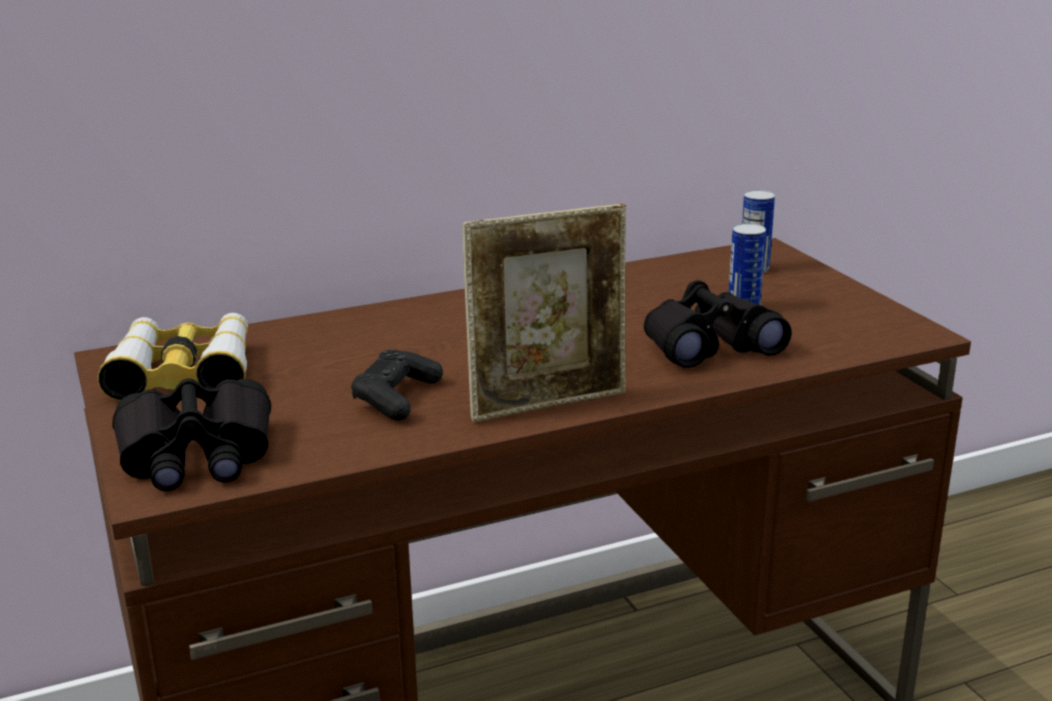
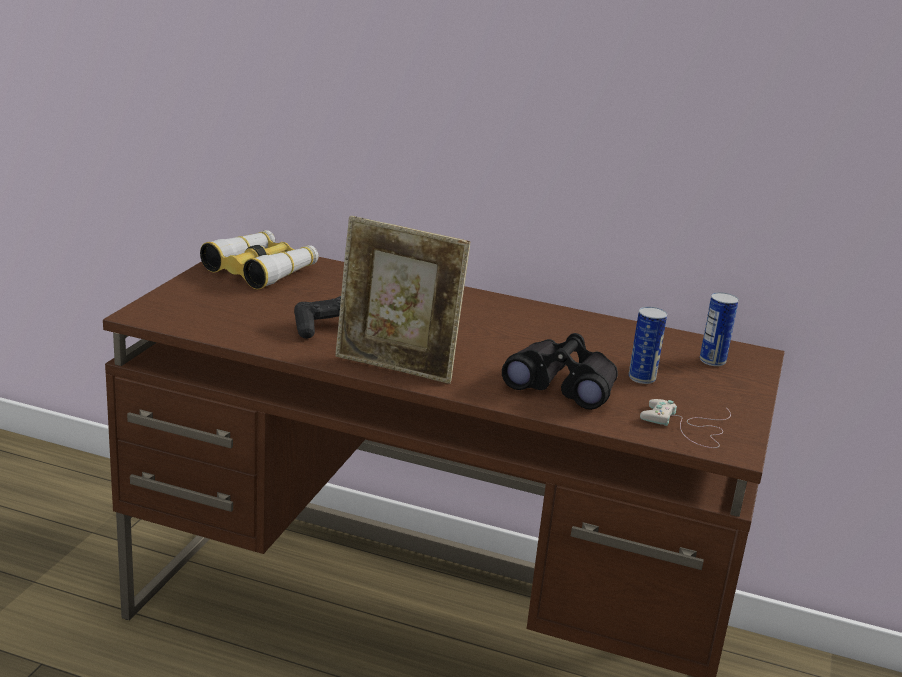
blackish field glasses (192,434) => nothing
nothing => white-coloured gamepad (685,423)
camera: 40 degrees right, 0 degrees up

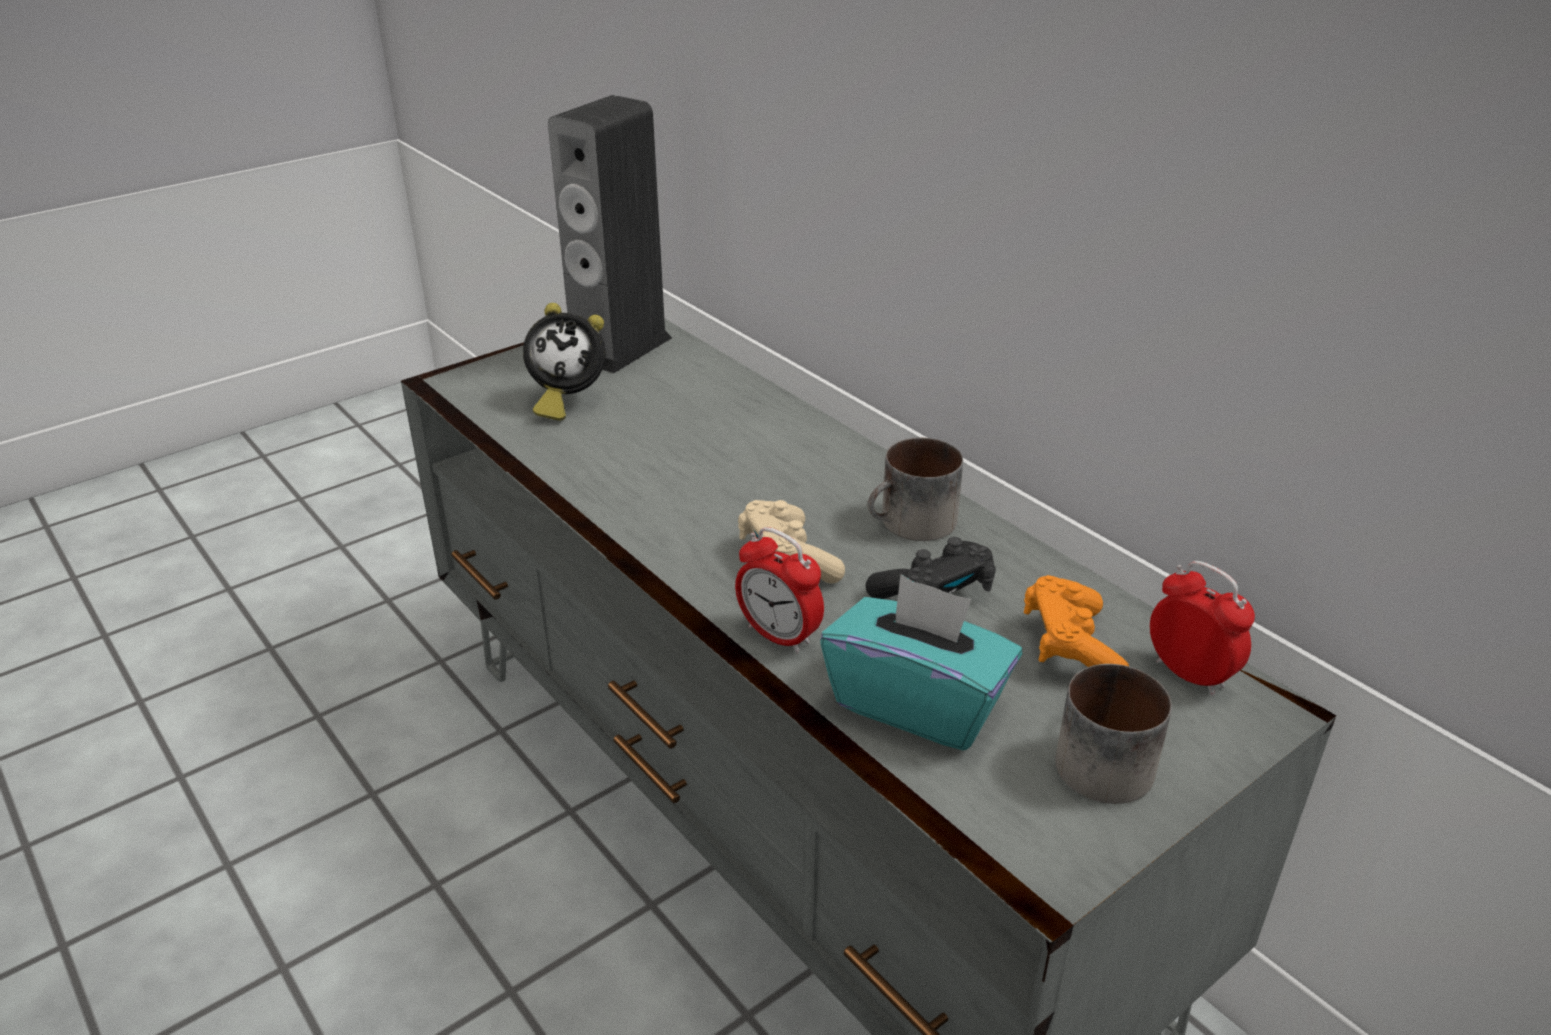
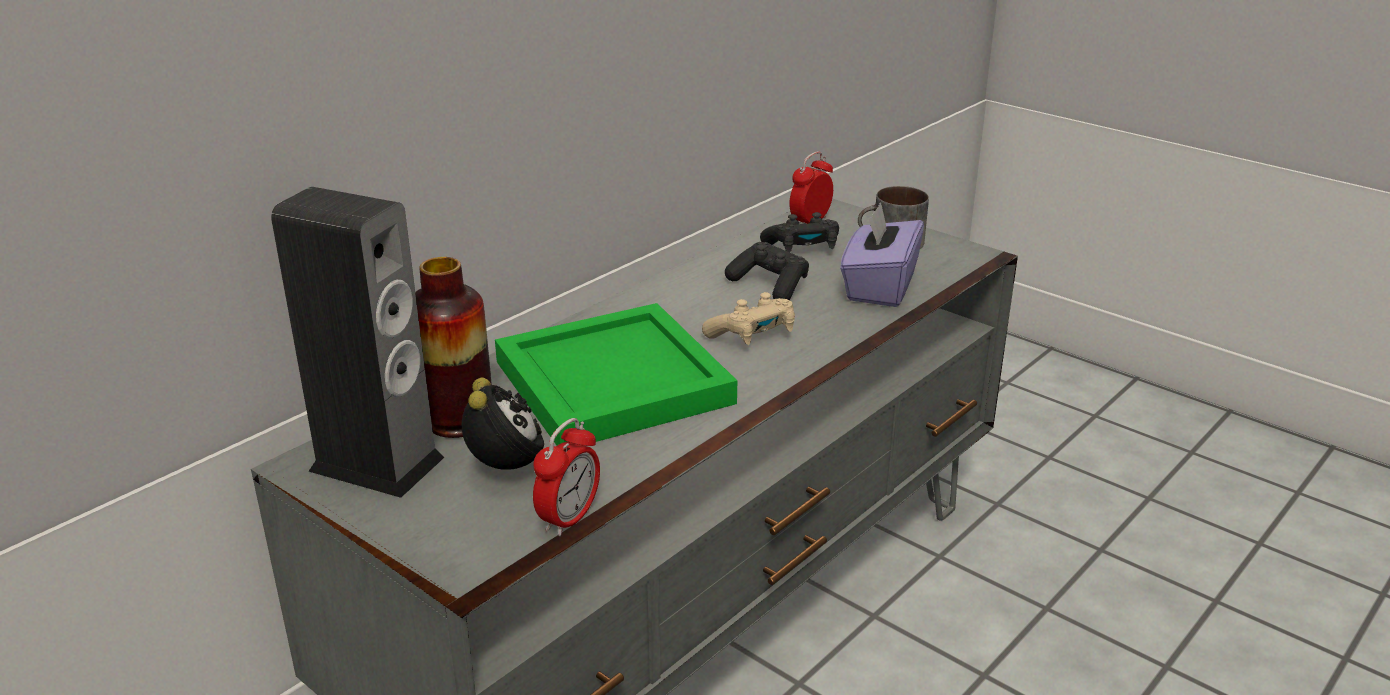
mug (915,489) => nothing
nothing => vase (453,347)
nothing => green-coloured tray (616,374)
bedside clock (779,590) => bedside clock (566,477), moved
turquoise-coloured tissue box (921,662) => purple-coloured tissue box (882,254)
orange-coloured gamepad (1076,621) => blackish gamepad (799,232)
camera: 100 degrees left, 5 degrees down

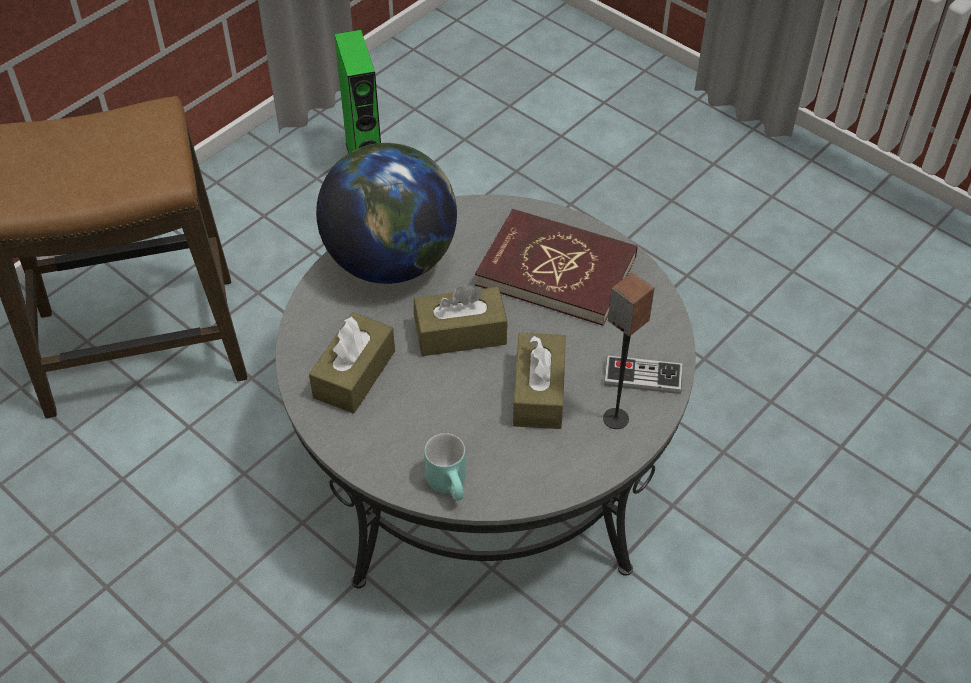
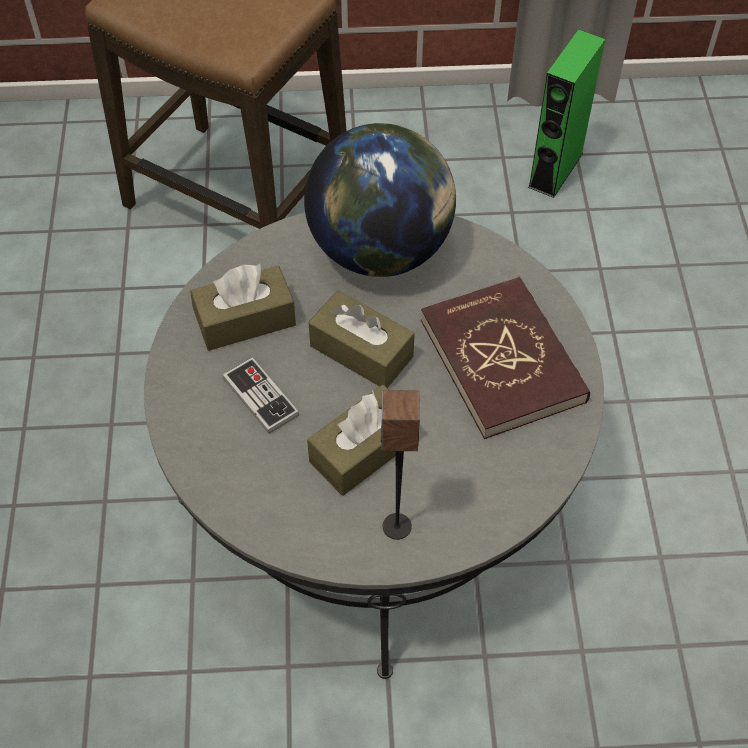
turquoise-coloured mug (445,467) => nothing
gamepad (643,374) => gamepad (260,395), moved
camera: 45 degrees right, 5 degrees up

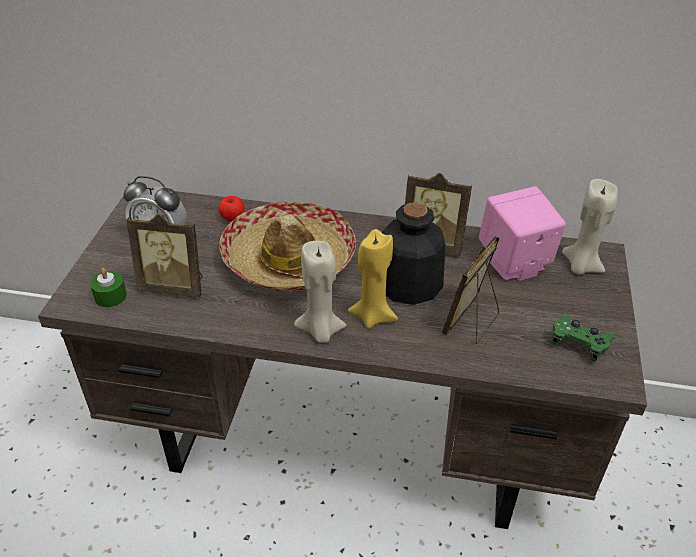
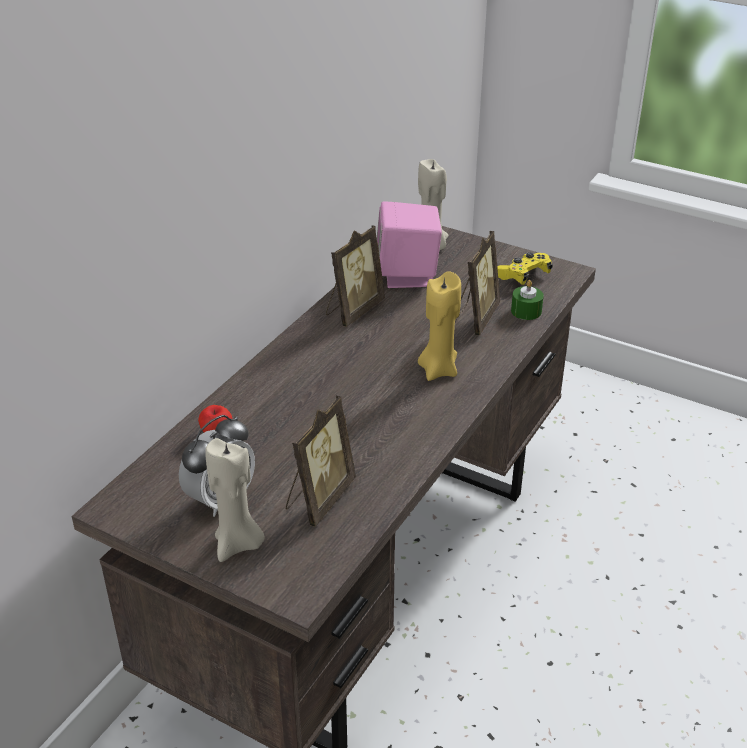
hat (287,246) => nothing
bottle (413,253) => nothing
green-coloured wax light (108,287) => green-coloured wax light (527,300), moved
sand-coloured wax light (320,292) => sand-coloured wax light (235,500), moved
green-coloured gamepad (583,338) => yellowish gamepad (525,268)
standing frame (471,290) => standing frame (477,283), 120 degrees counterclockwise
camera: 70 degrees left, 5 degrees down

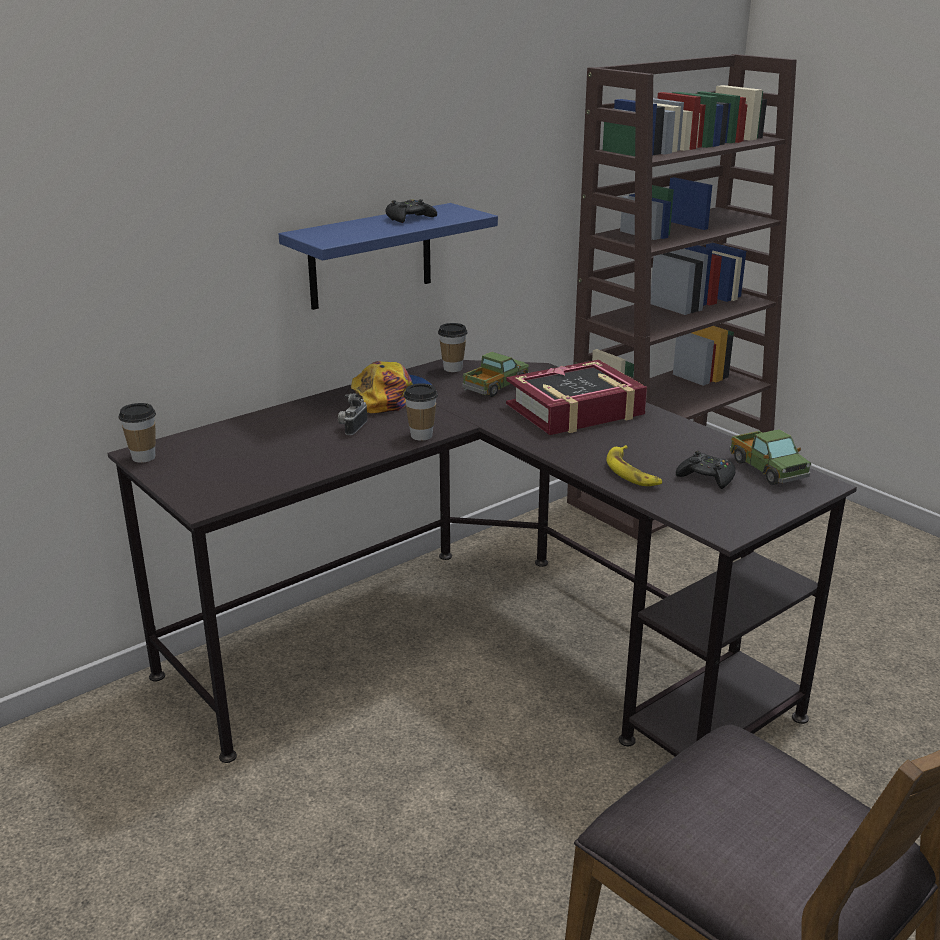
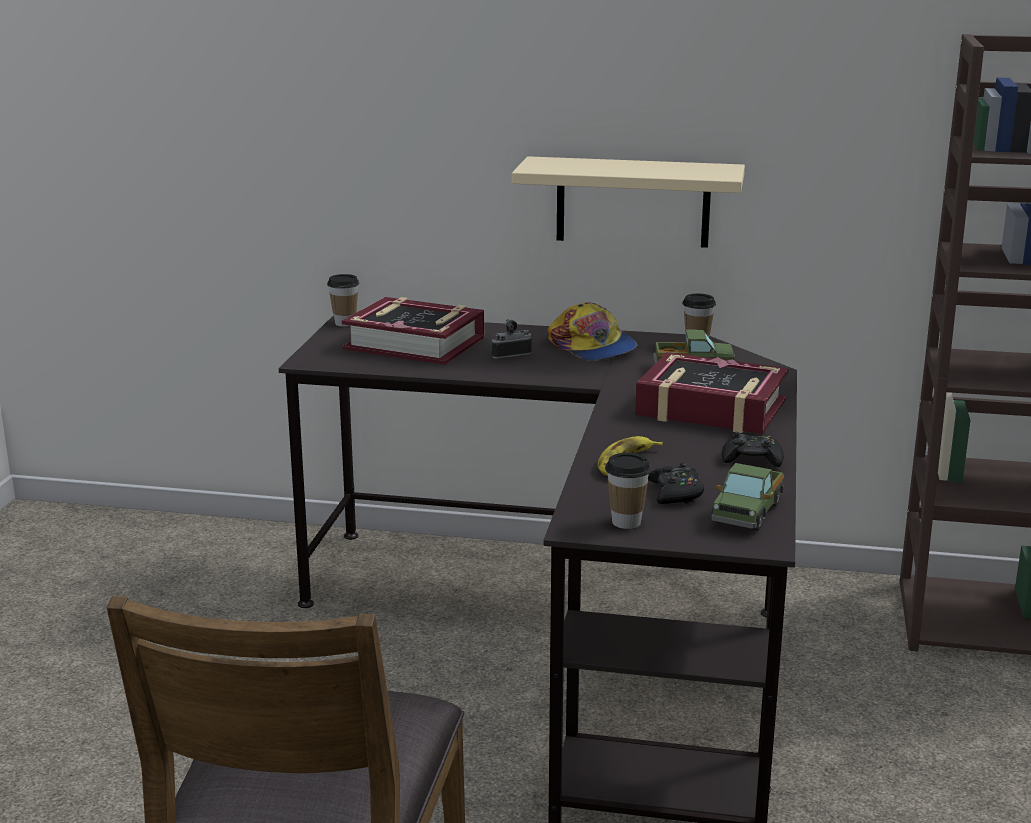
nothing => book (413,331)
blackish gamepad (411,211) => blackish gamepad (753,449), moved
cup (420,412) => cup (628,491), moved
blue shelf (388,256) => sand-coloured shelf (628,202)
cap (392,387) => cap (592,331), 45 degrees clockwise
camera: 50 degrees right, 5 degrees down

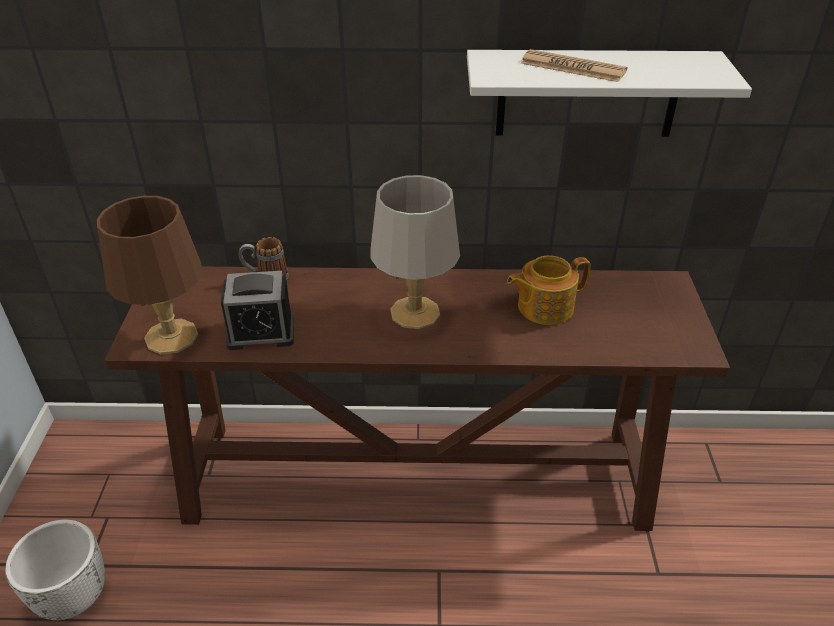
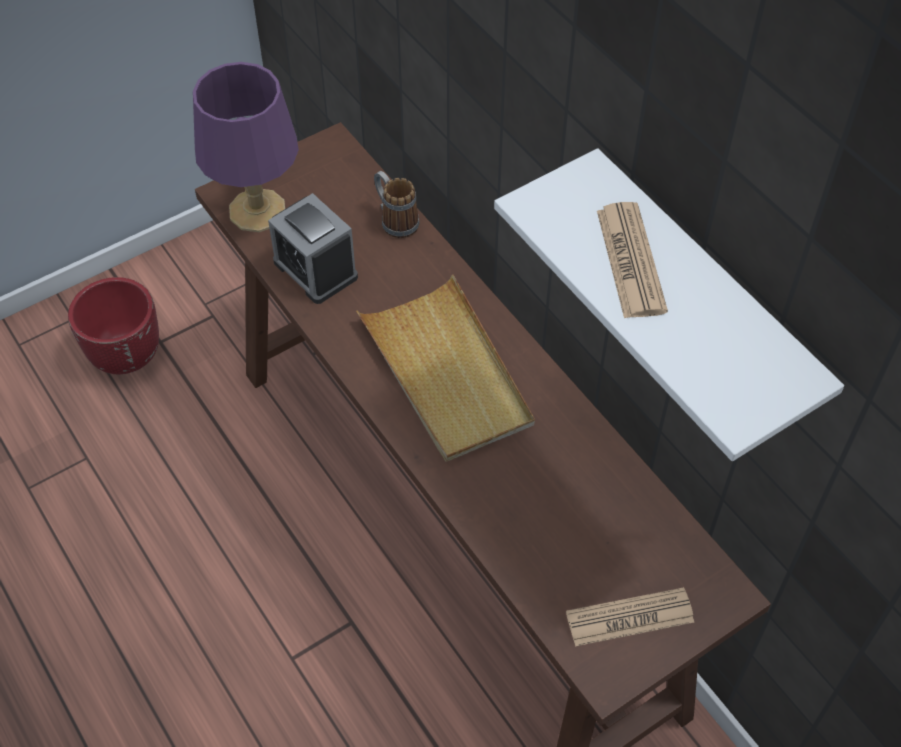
teapot (549,290) => nothing
nothing => newspaper (630,616)
greyish tabletop lamp (415,252) => sand-coloured tray (445,368)
white-coloured planter (55,569) => red-coloured planter (113,325)
brown-coloured tabletop lamp (150,275) => purple-coloured tabletop lamp (246,147)
camera: 55 degrees right, 15 degrees up

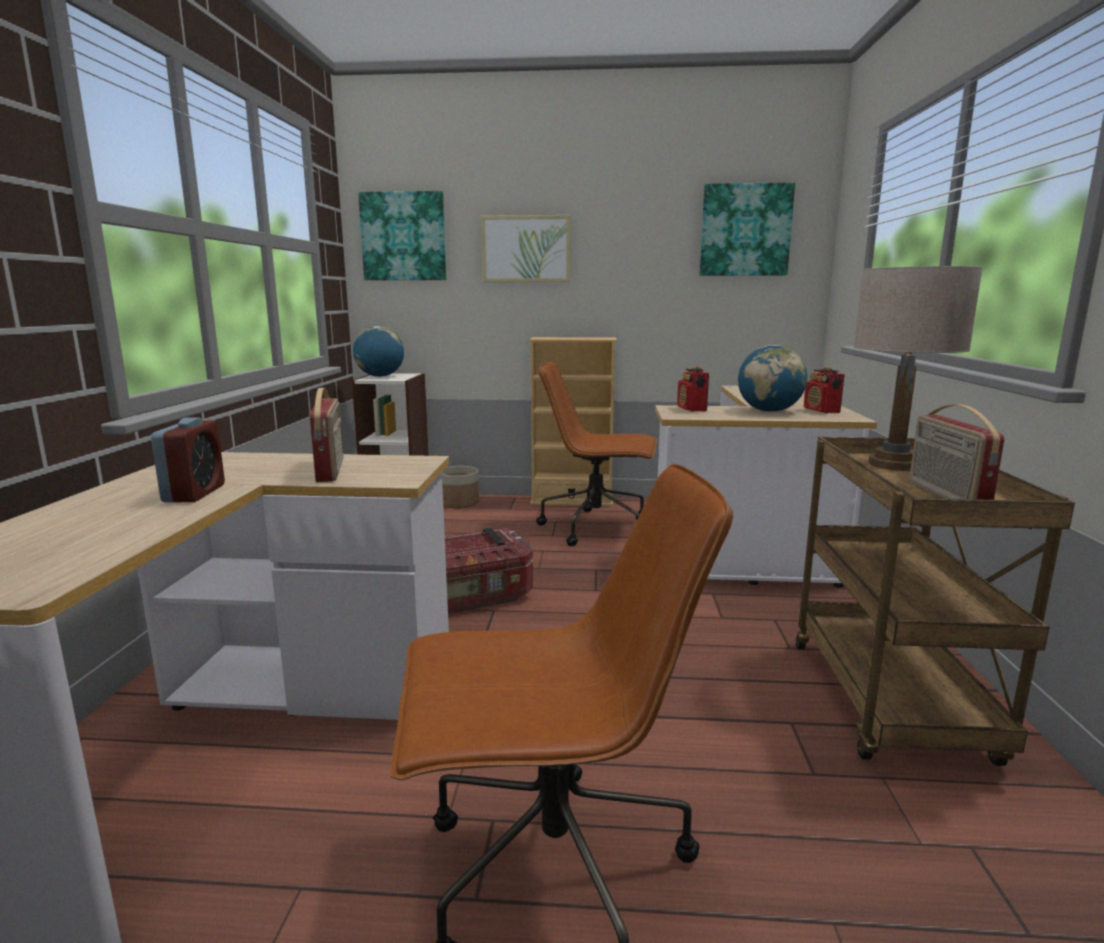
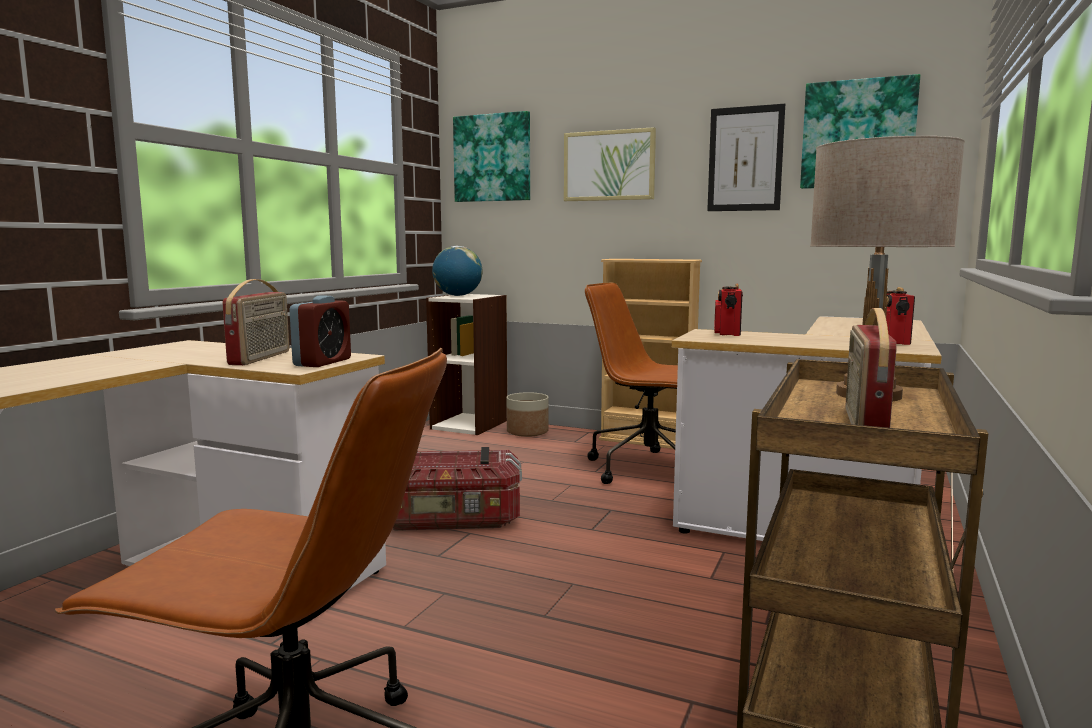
globe (772,378) => nothing
nothing => wall art (746,157)
bedside clock (188,460) => bedside clock (320,331), moved
camera: 20 degrees right, 5 degrees down

